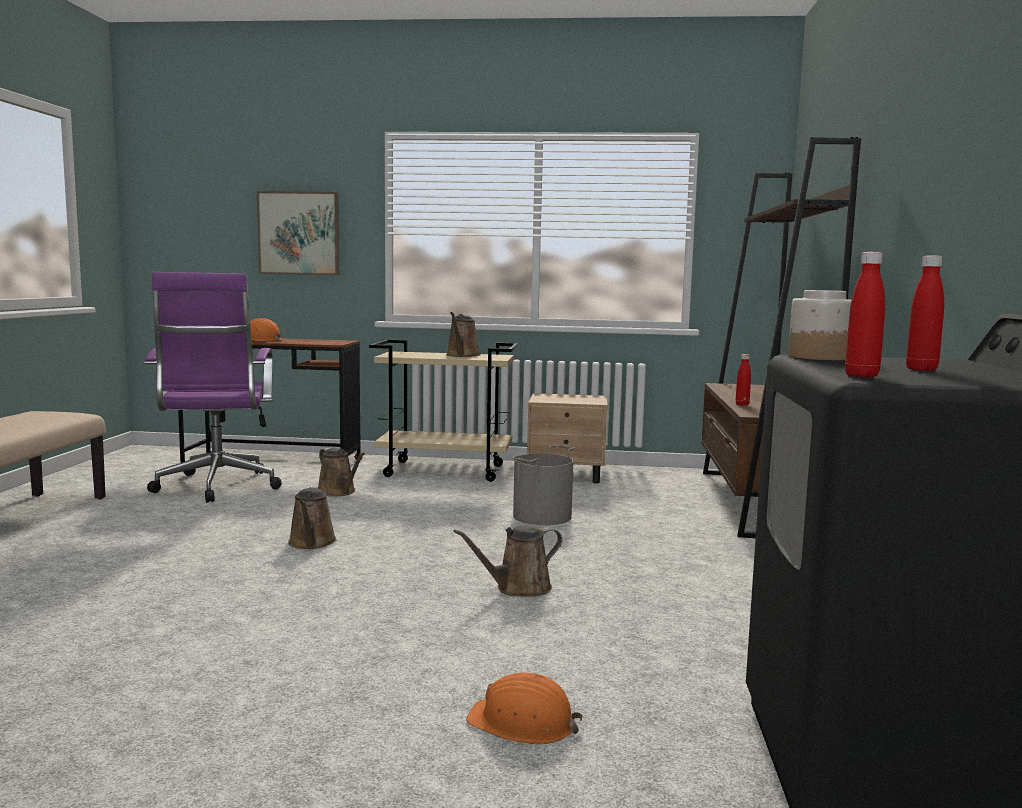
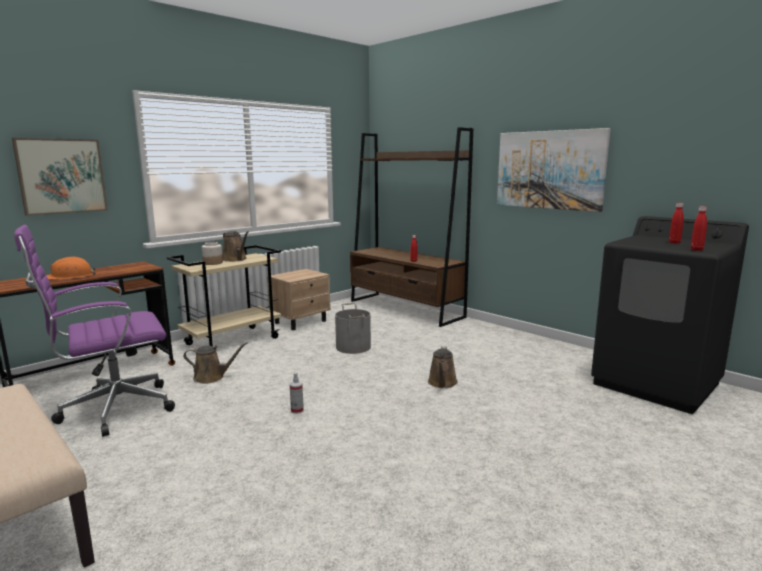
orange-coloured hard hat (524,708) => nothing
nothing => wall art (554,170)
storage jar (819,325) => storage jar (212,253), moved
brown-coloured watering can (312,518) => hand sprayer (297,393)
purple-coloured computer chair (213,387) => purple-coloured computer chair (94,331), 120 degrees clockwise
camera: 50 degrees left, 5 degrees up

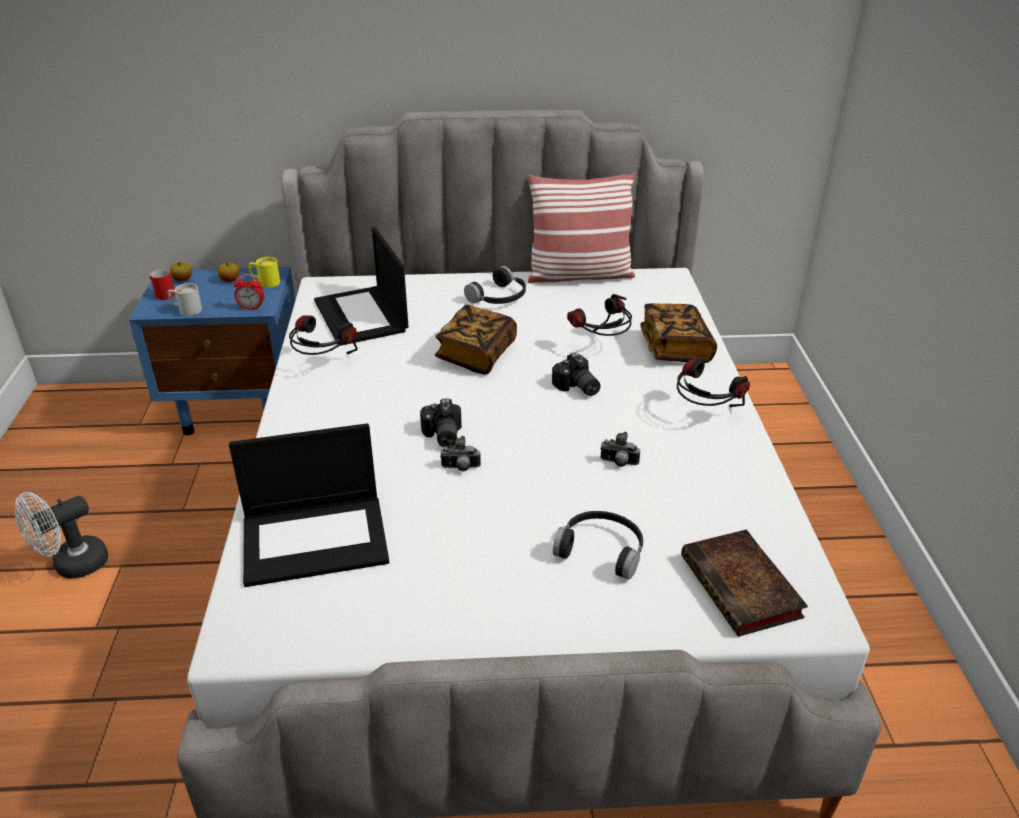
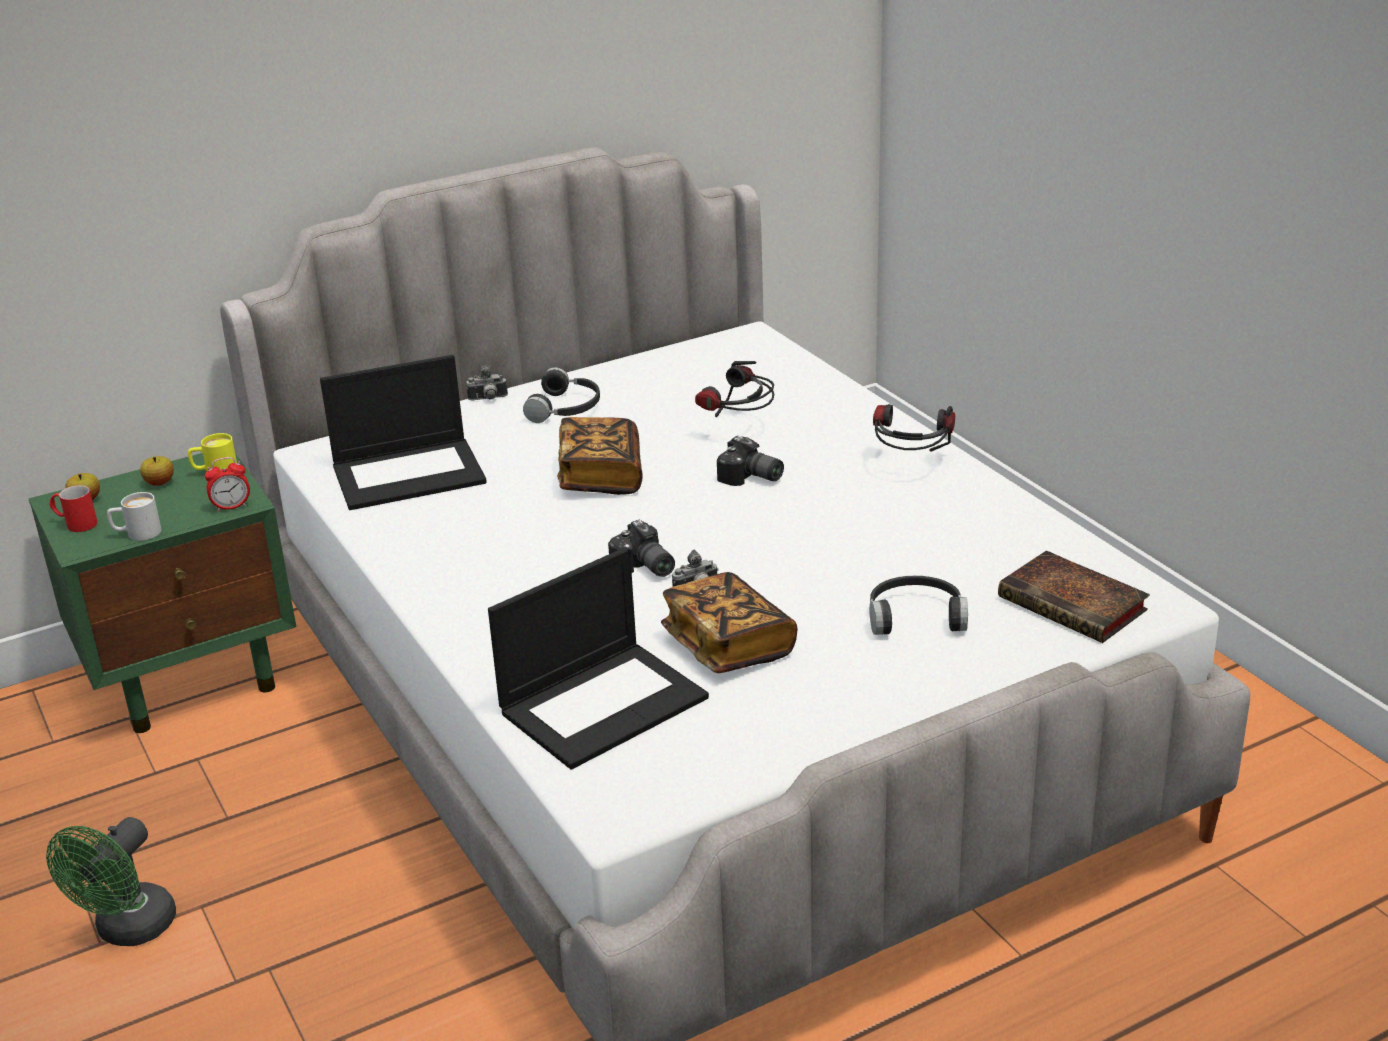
headphones (323,335) => nothing
pillow (582,228) => nothing
still camera (620,449) => still camera (487,382), moved
book (678,333) => book (729,622), moved
white-coloured electric fan (61,535) => green-coloured electric fan (111,881)
blue night table (212,351) => green-coloured night table (162,593)
portable computer (361,286) => portable computer (403,432), 60 degrees counterclockwise
camera: 25 degrees left, 5 degrees down

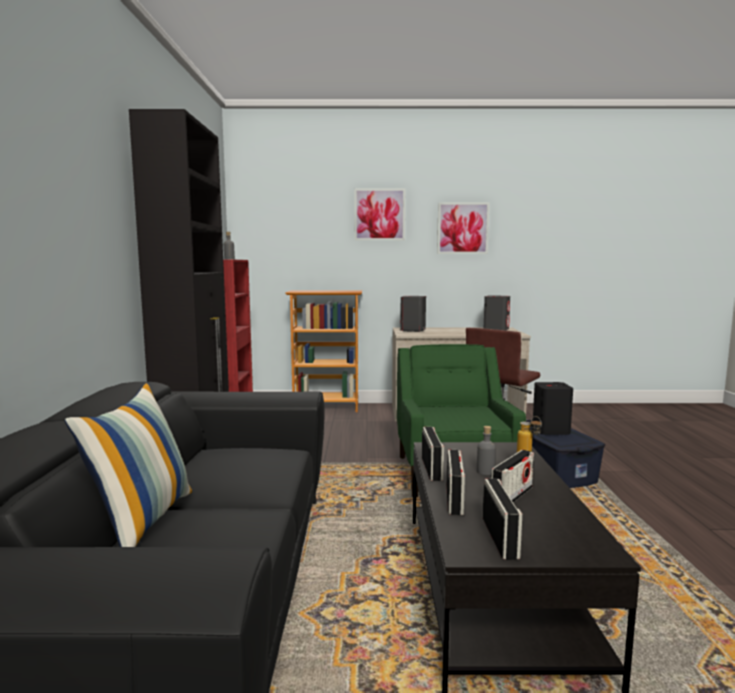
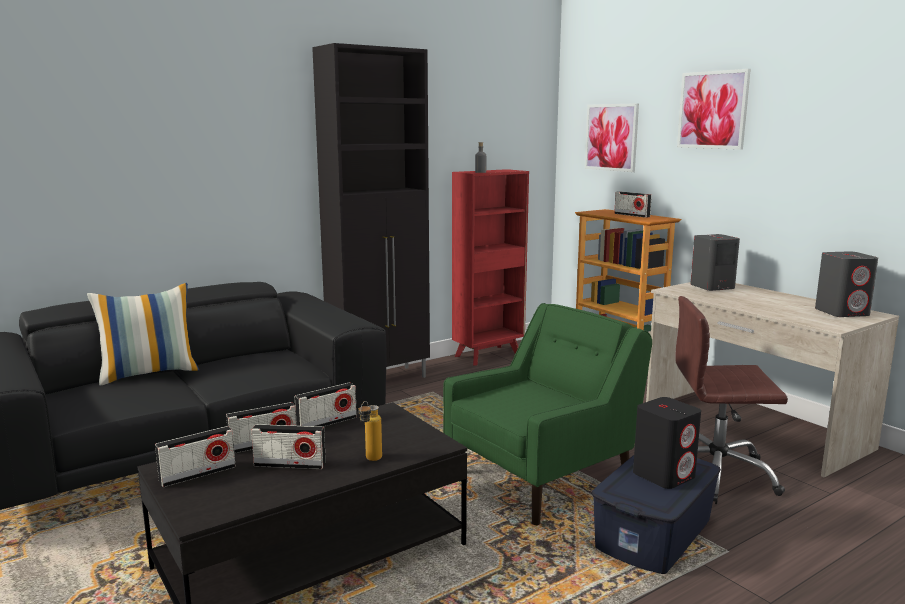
greyish bottle (486,450) => nothing
nothing => radio (633,204)
wall art (463,228) => wall art (612,137), moved
camera: 55 degrees right, 5 degrees up

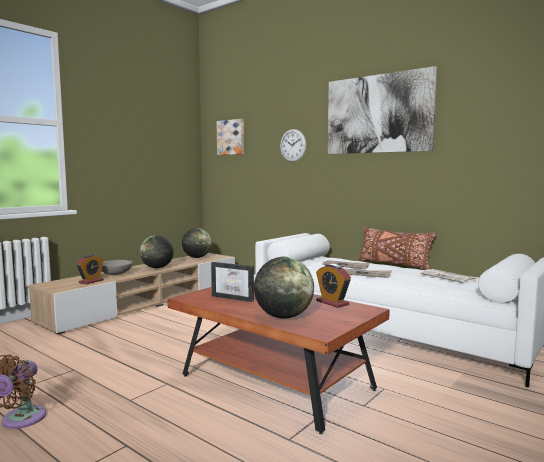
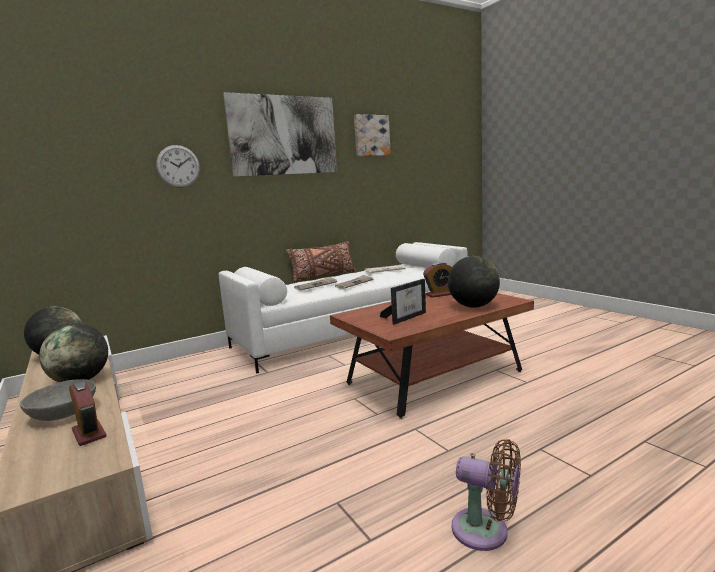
wall art (230,137) => wall art (372,135), moved
camera: 70 degrees left, 5 degrees up

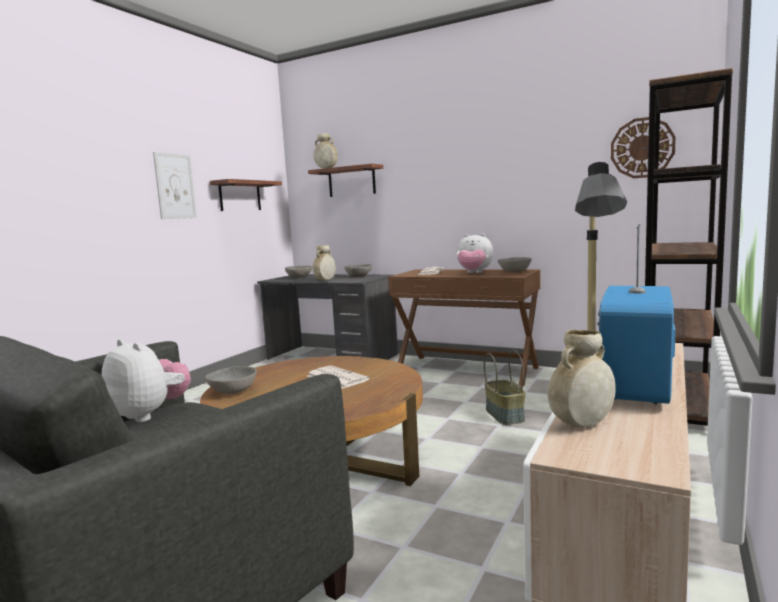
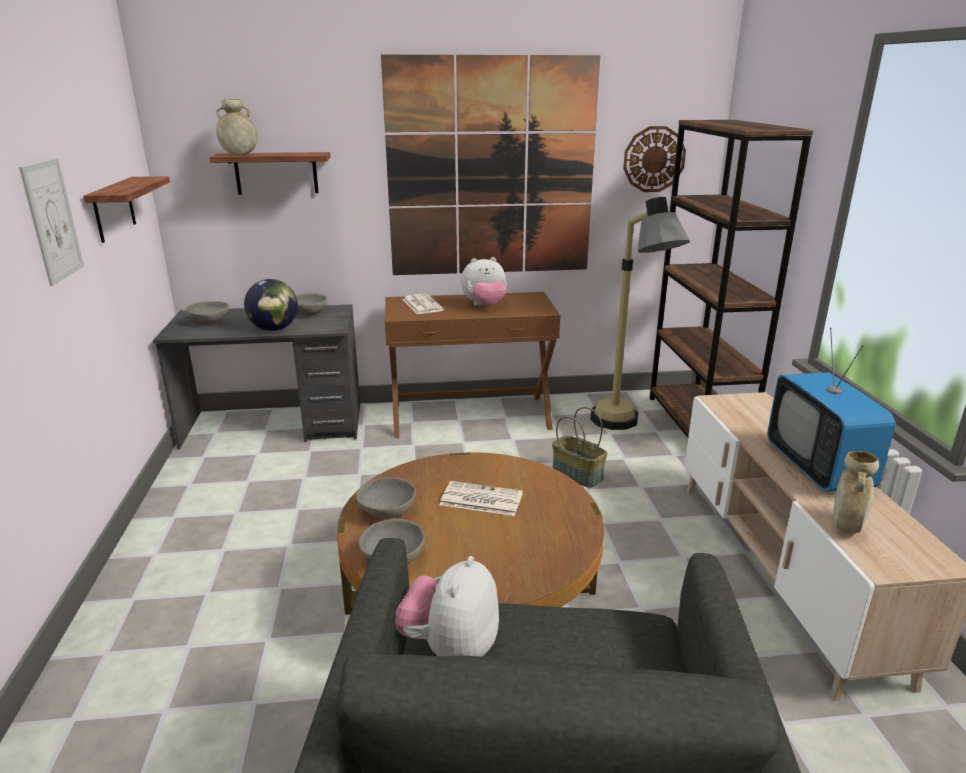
nothing => wall art (490,165)
greyish serving bowl (515,264) => greyish serving bowl (386,498), moved
sand-coloured vase (324,263) => globe (271,305)
cuddly toy (146,380) => cuddly toy (447,606), 75 degrees counterclockwise
camera: 35 degrees left, 15 degrees up

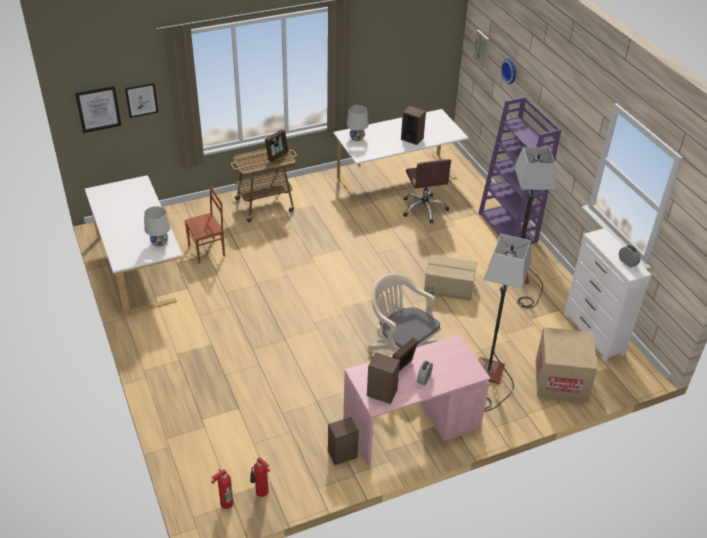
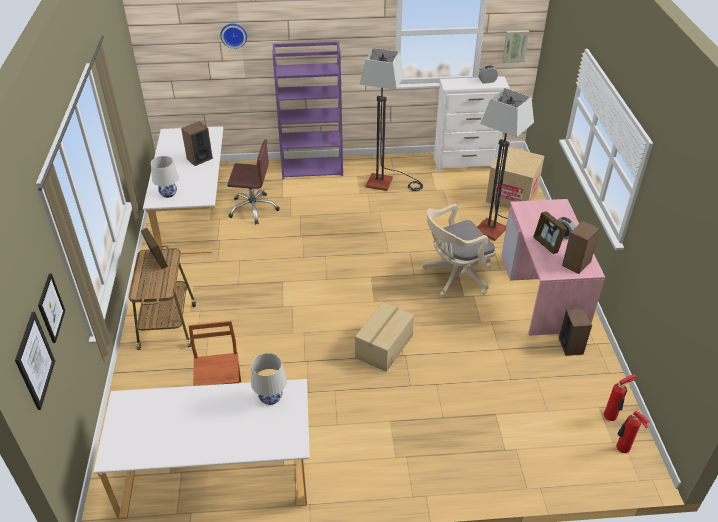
packing box (450,278) => packing box (384,337), moved
wall art (481,49) => wall art (515,46), moved
camera: 70 degrees left, 0 degrees up

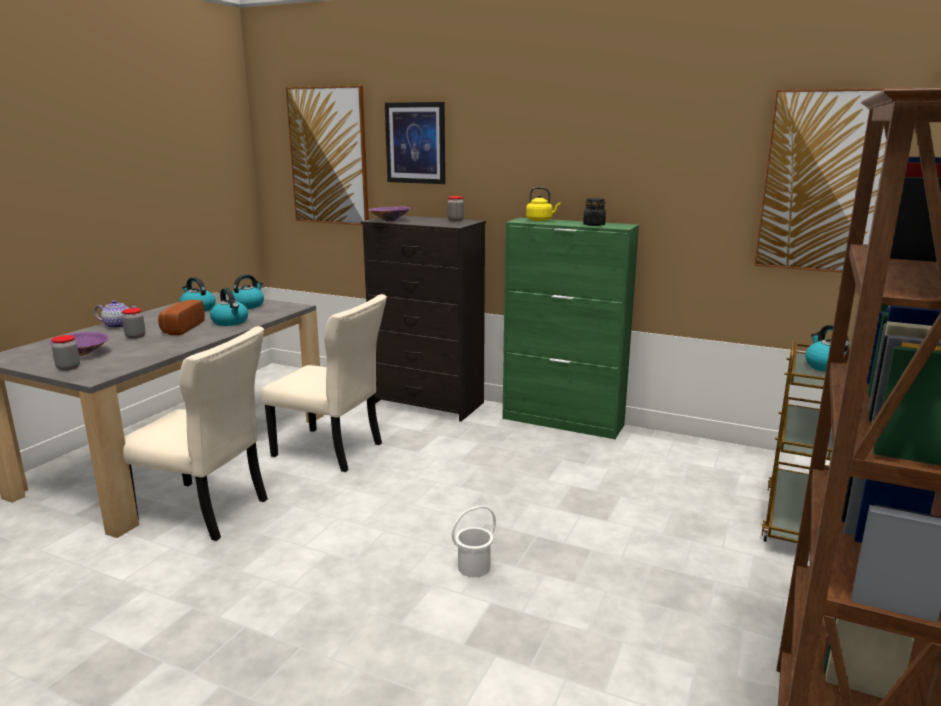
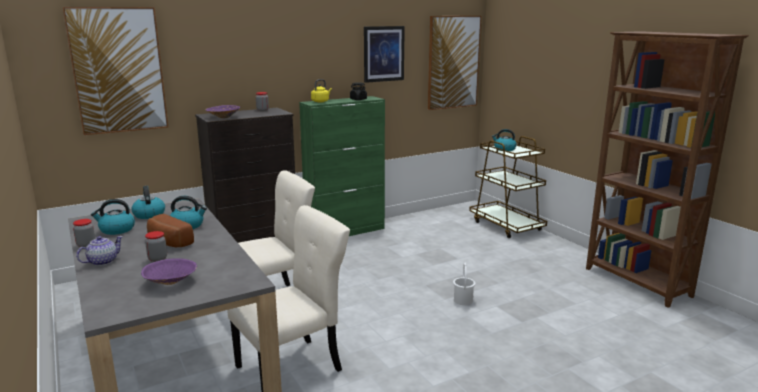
storage jar (65,353) => storage jar (84,233), moved
wall art (415,143) => wall art (384,54), moved
camera: 55 degrees left, 0 degrees up

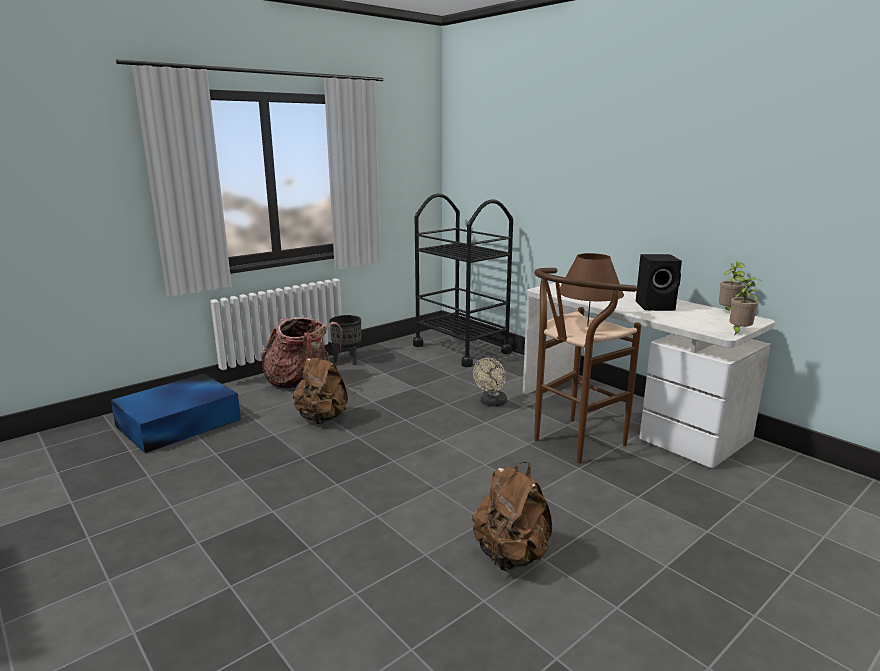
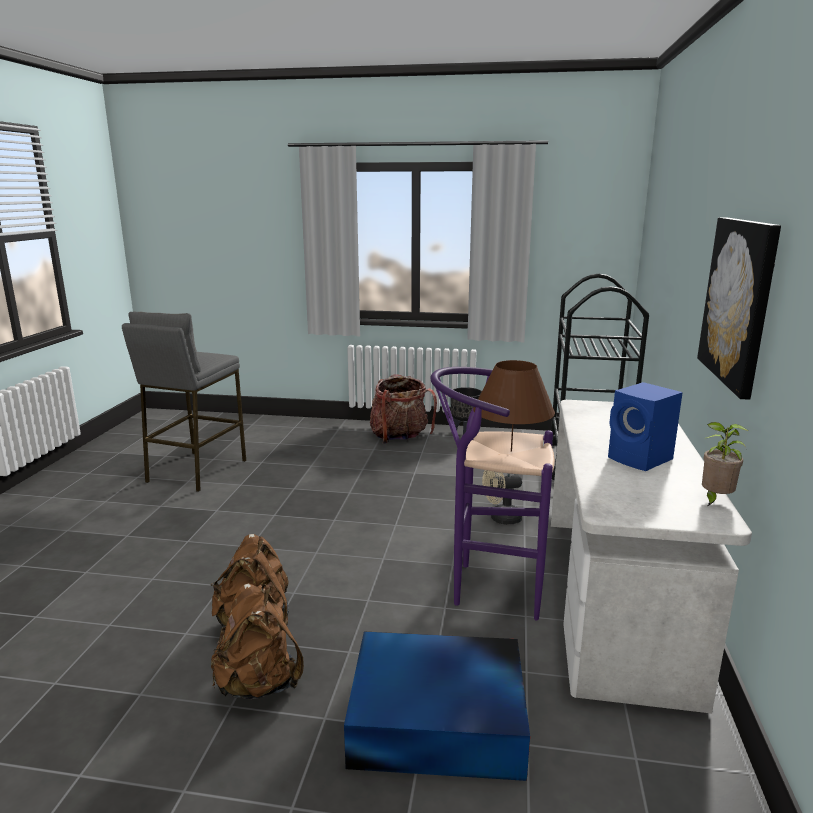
potted plant (745,305) => nothing
nothing => greyish stool (184,402)
nothing => wall art (739,308)
blue storage container (176,413) => blue storage container (437,706), moved
brown-coloured backpack (320,387) => brown-coloured backpack (257,641), moved
brown-coloured stool (587,366) => purple-coloured stool (492,494)
blackish loudspeaker (659,282) => blue loudspeaker (645,426)
camera: 50 degrees right, 0 degrees up

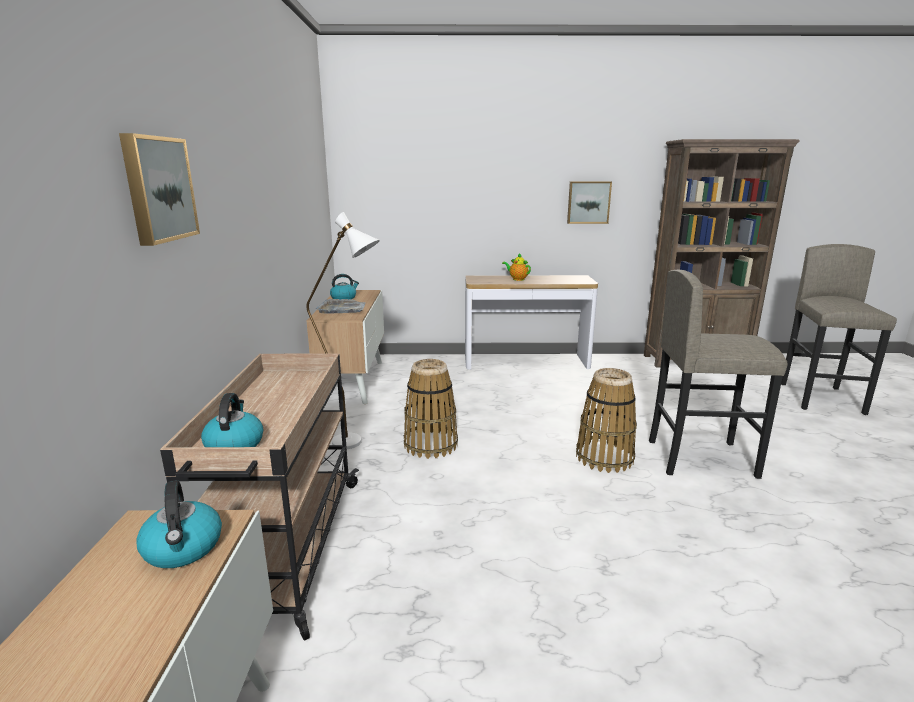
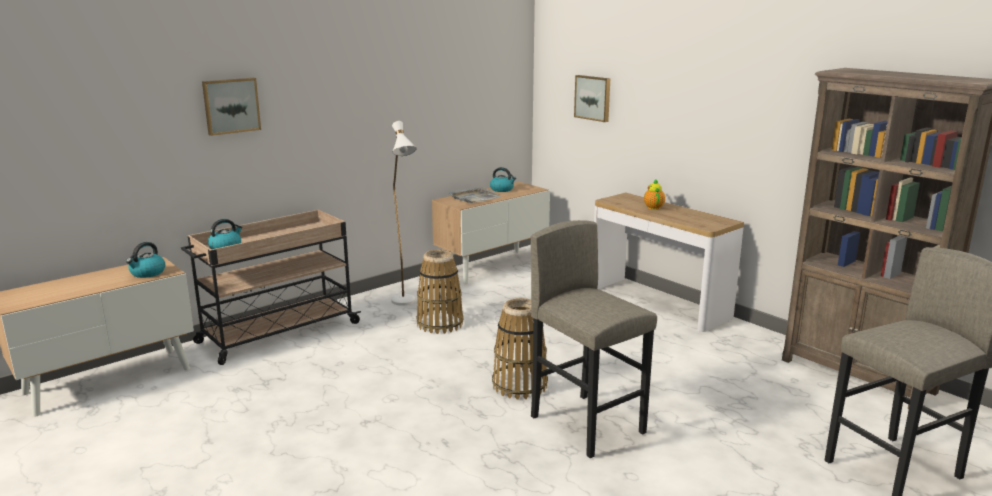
wall art (589,202) => wall art (592,98), moved
camera: 50 degrees right, 0 degrees up

